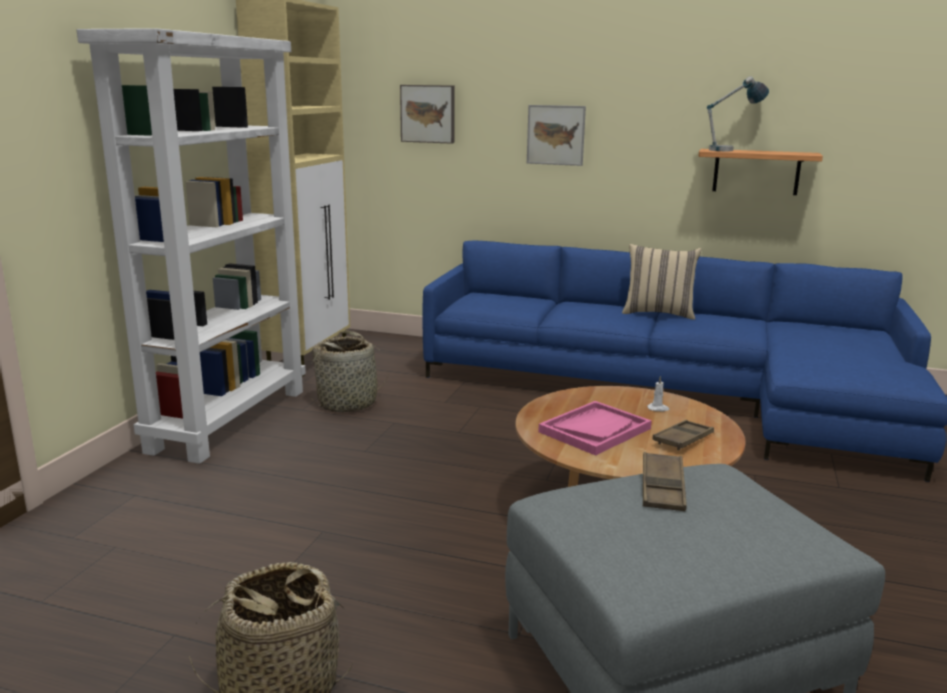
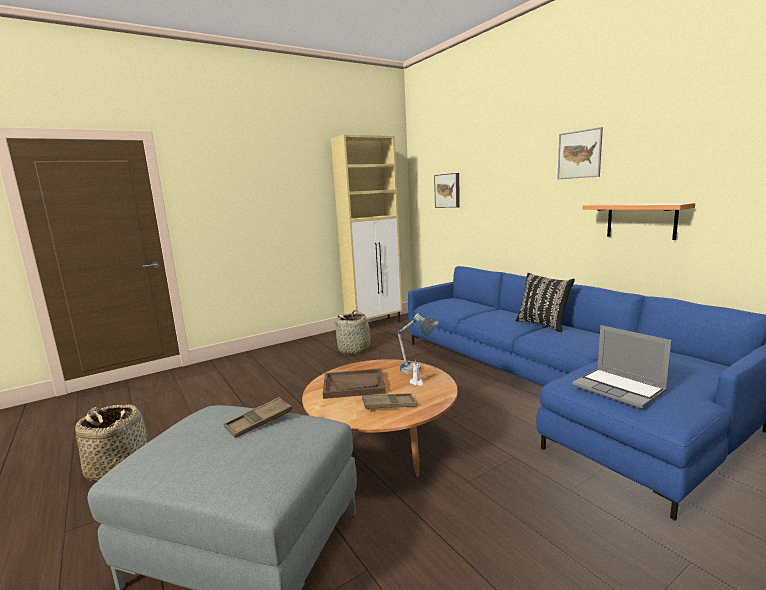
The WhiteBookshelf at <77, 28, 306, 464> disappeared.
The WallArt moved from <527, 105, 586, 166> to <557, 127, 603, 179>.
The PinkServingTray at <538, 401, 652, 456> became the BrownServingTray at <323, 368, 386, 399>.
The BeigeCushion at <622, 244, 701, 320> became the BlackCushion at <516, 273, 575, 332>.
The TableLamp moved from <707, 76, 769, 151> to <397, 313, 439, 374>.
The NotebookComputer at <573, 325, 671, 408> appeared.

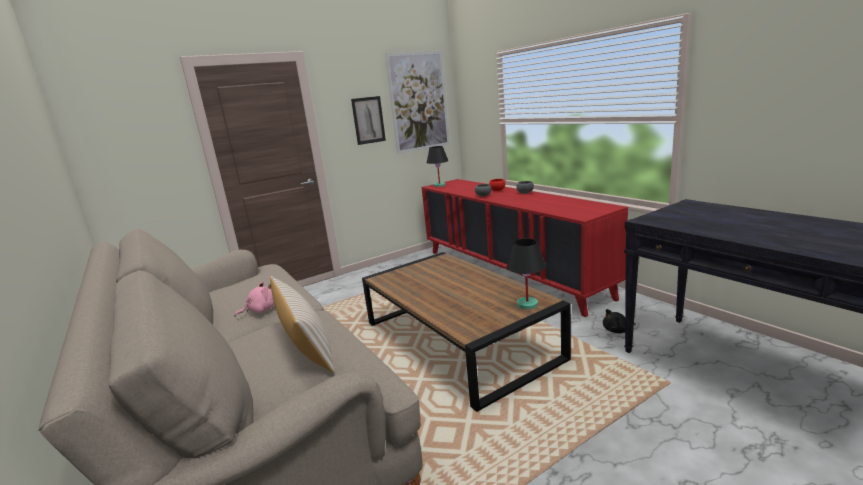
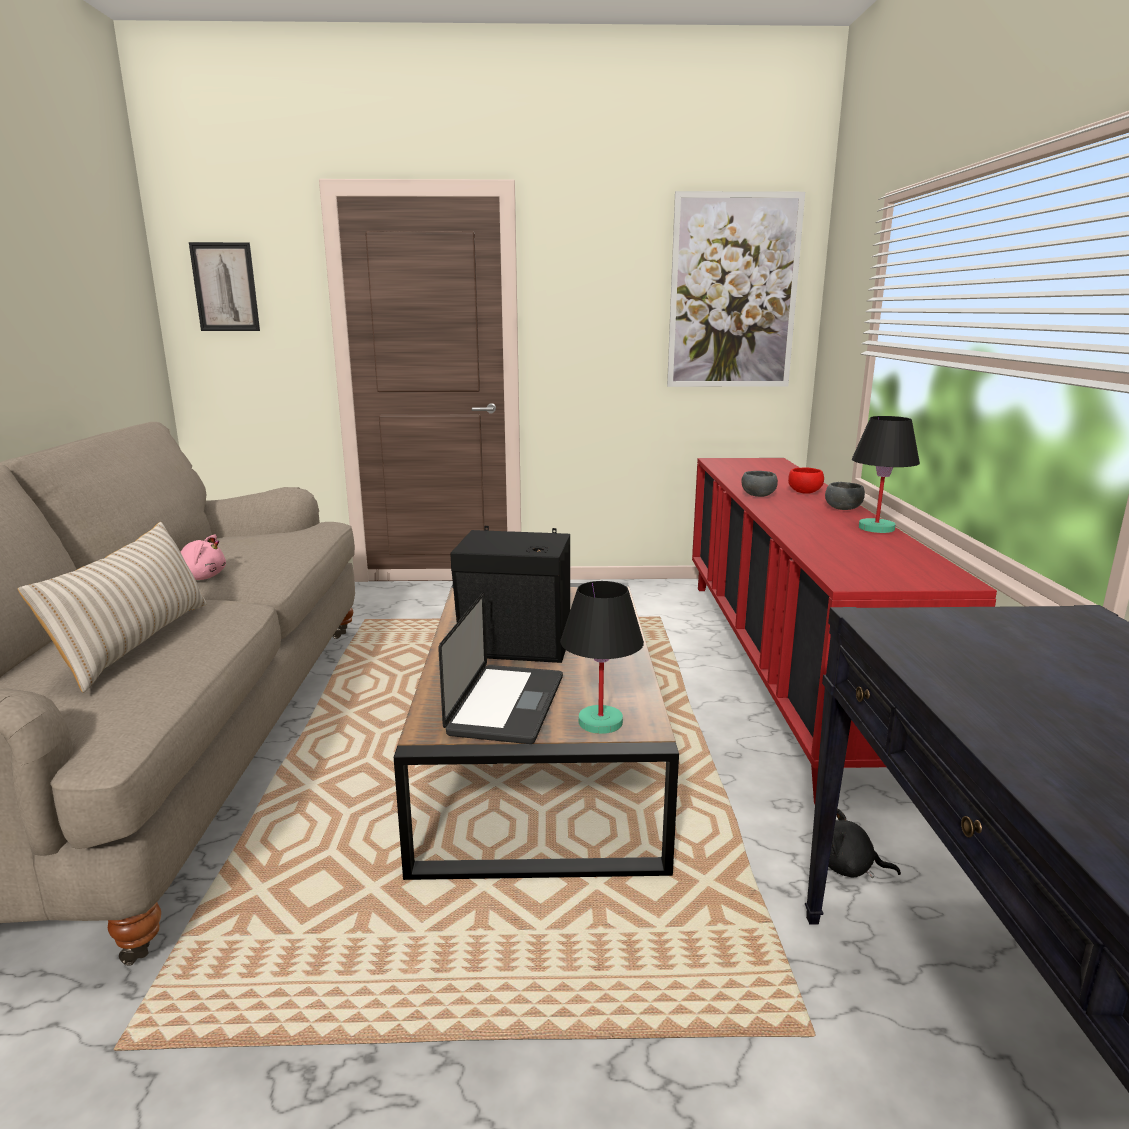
The WallArt moved from <351, 96, 386, 145> to <189, 242, 260, 331>.
The BlackTableLamp moved from <427, 146, 448, 187> to <852, 416, 920, 533>.
The NotebookComputer at <438, 592, 563, 744> appeared.
The BlackSpeaker at <450, 526, 570, 663> appeared.

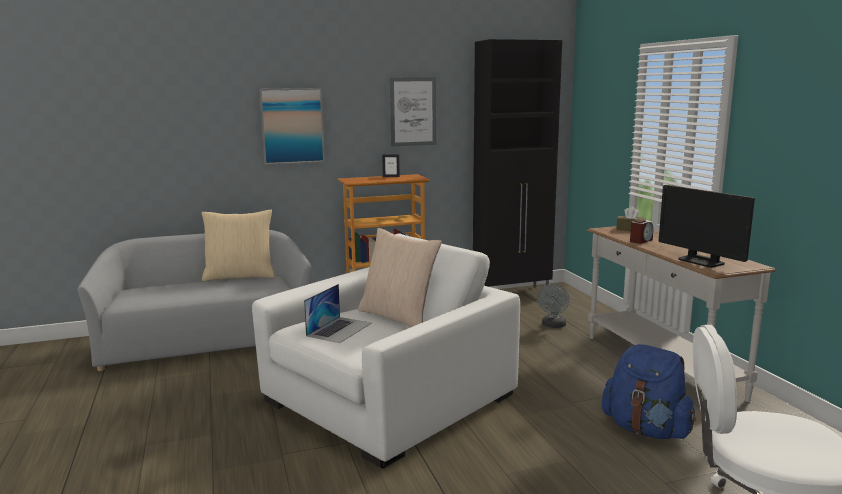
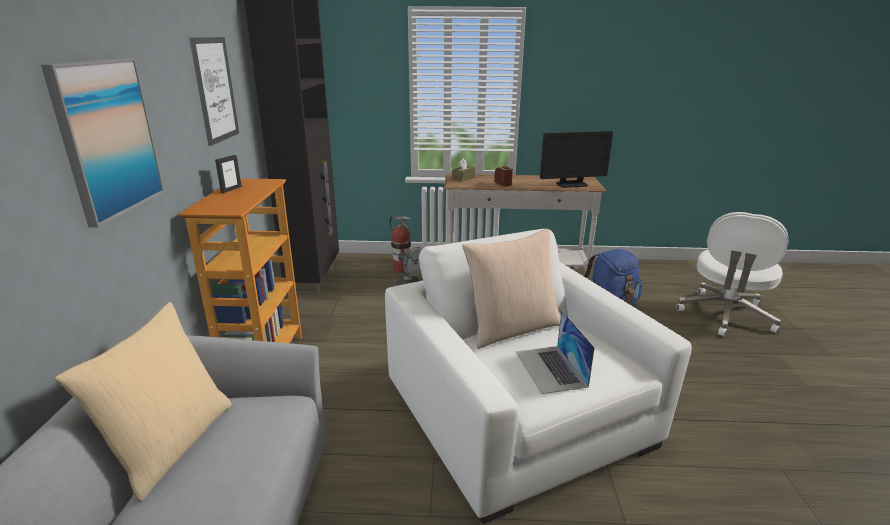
The NotebookComputer at <304, 284, 372, 343> turned 150 degrees counterclockwise.
The FireFightingCylinder at <390, 216, 412, 273> appeared.

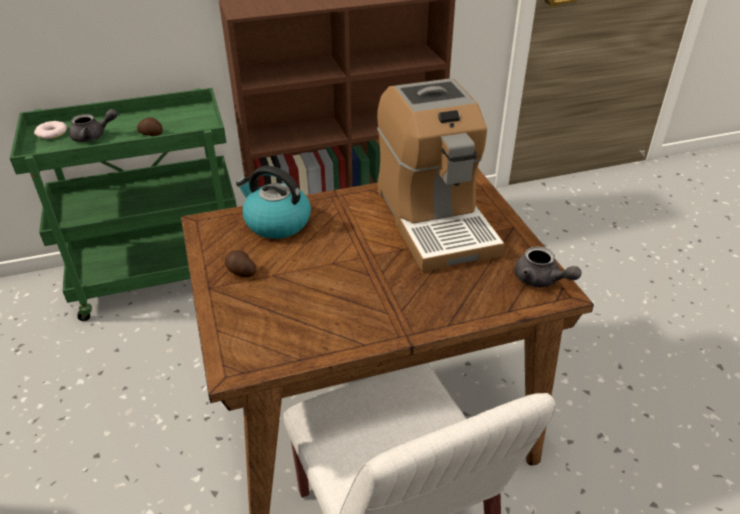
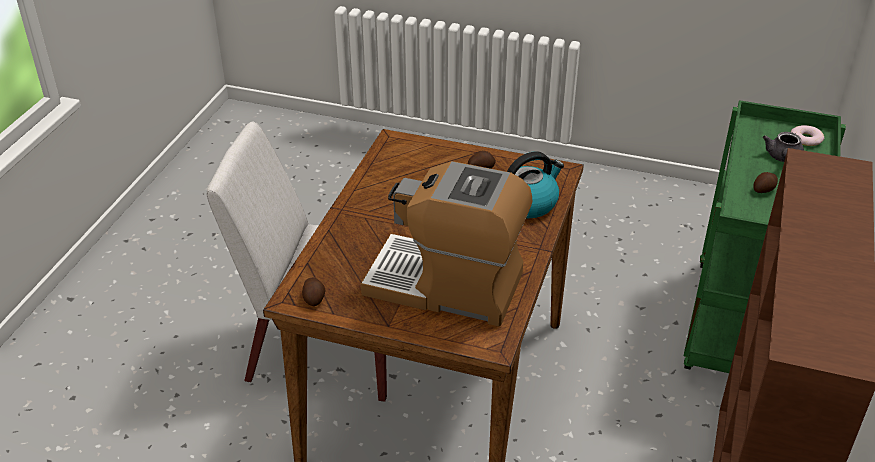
The GrayPotForTea at <514, 246, 581, 288> was replaced by the Potato at <302, 278, 325, 306>.

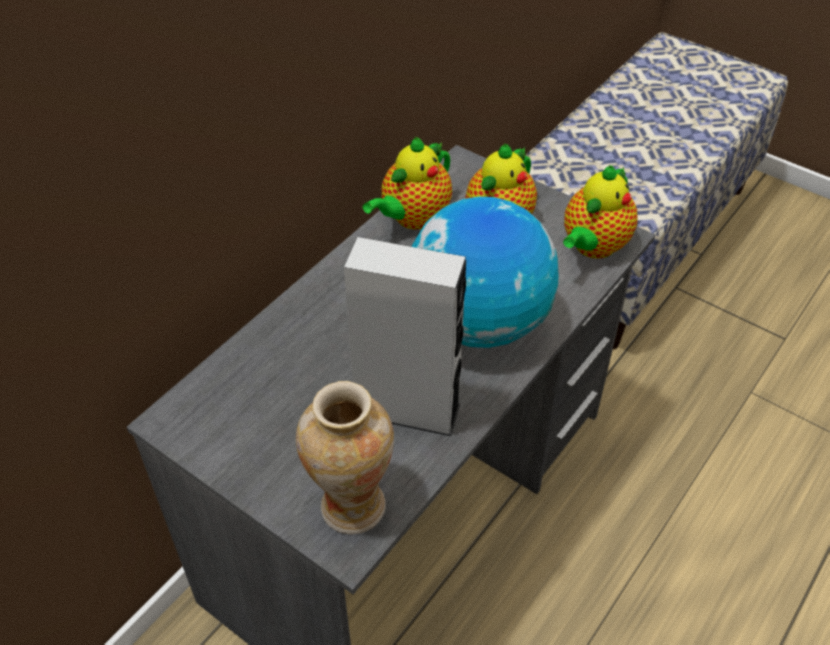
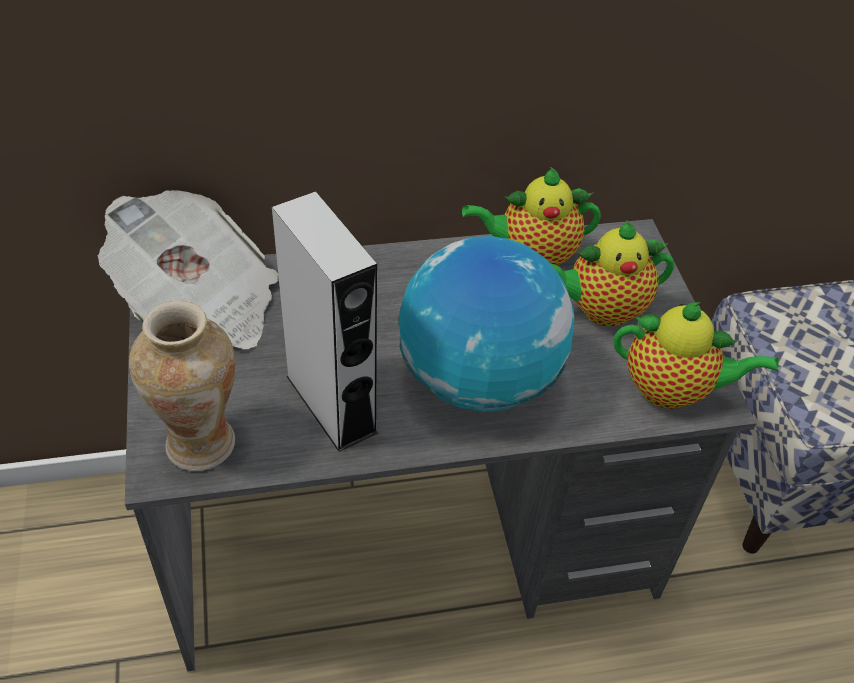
The PotForTea at <563, 165, 638, 259> turned 150 degrees counterclockwise.
The DailyPaper at <98, 190, 278, 349> appeared.

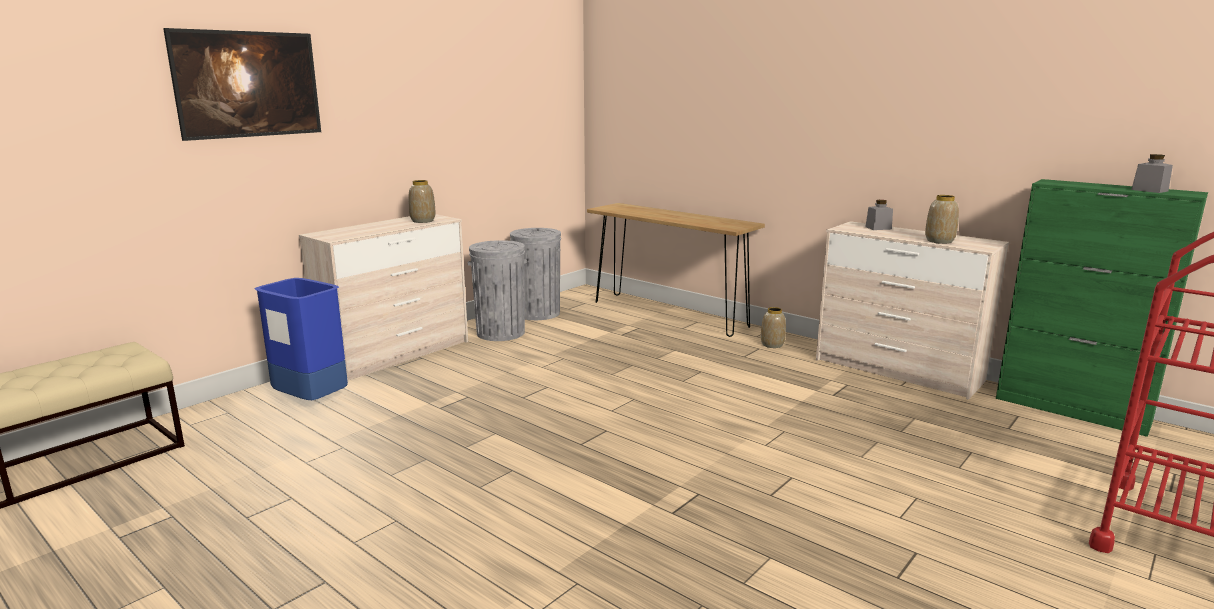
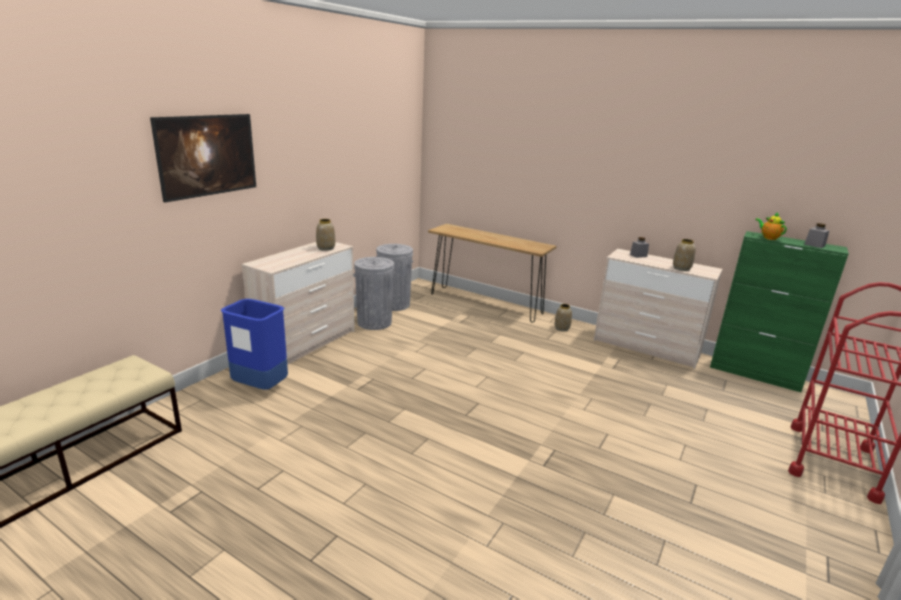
The PotForTea at <755, 212, 787, 240> appeared.

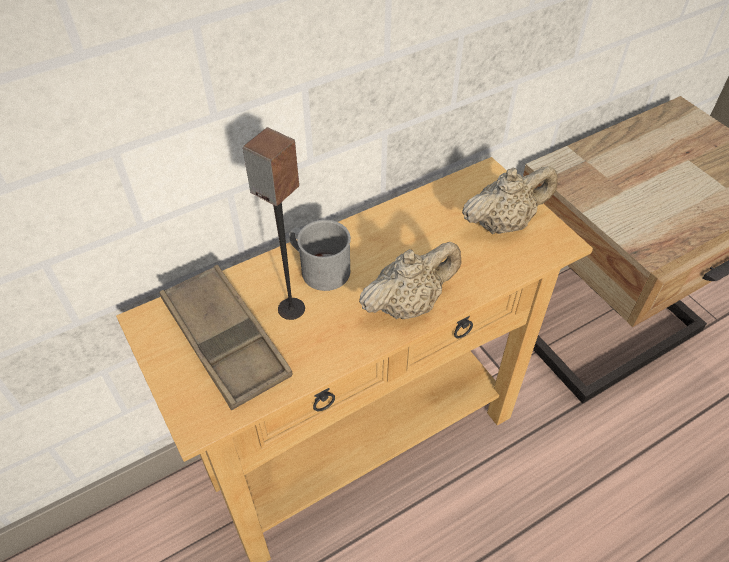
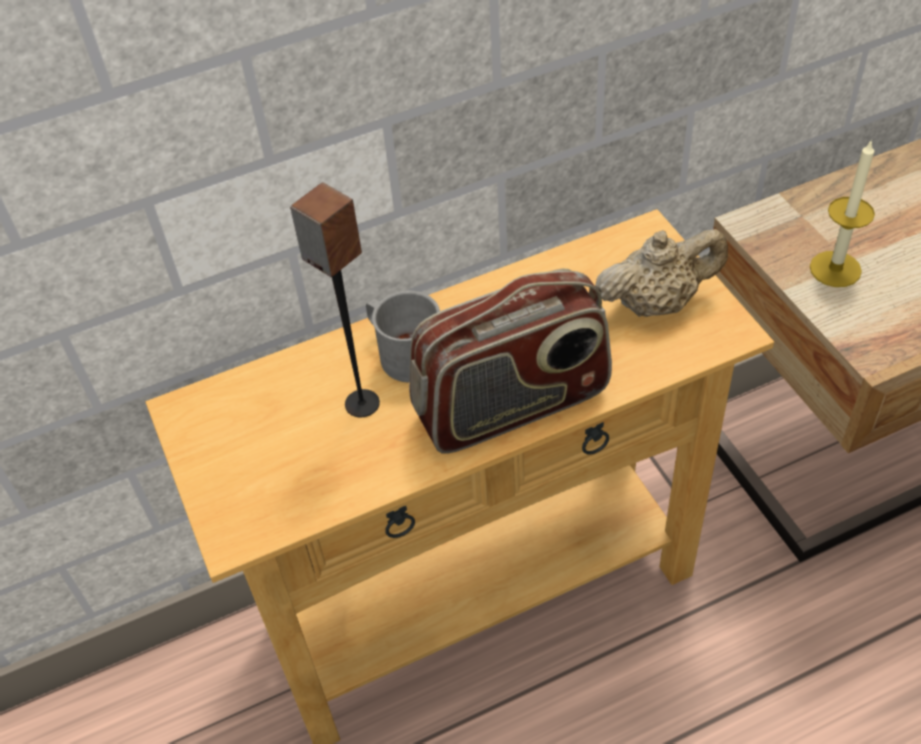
The BrownServingTray at <160, 265, 292, 410> disappeared.
The BeigePotForTea at <359, 242, 461, 319> was replaced by the RadioSet at <409, 269, 612, 454>.
The WaxCandle at <810, 139, 875, 287> appeared.

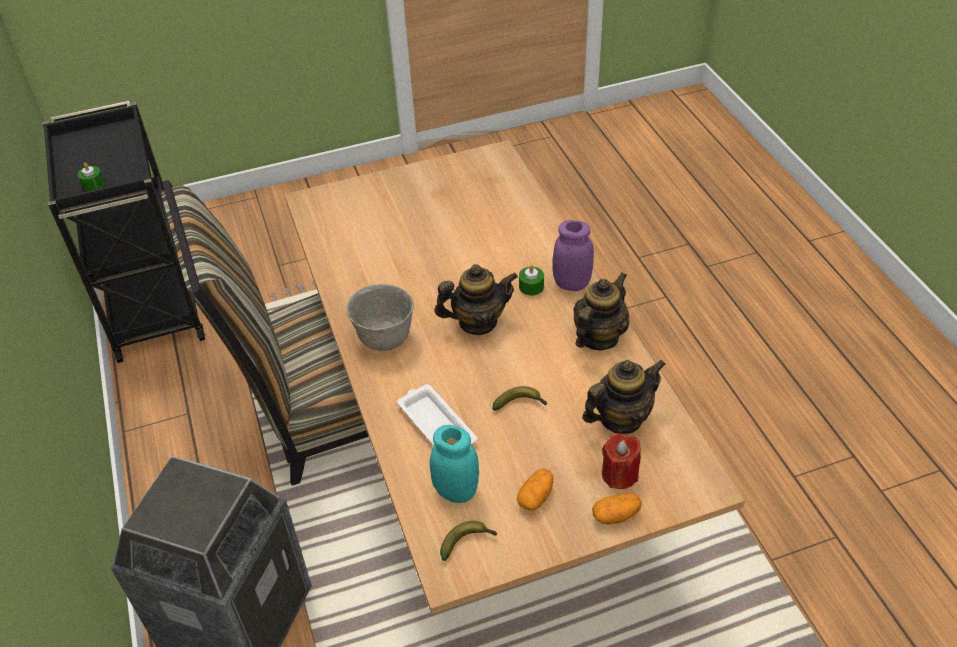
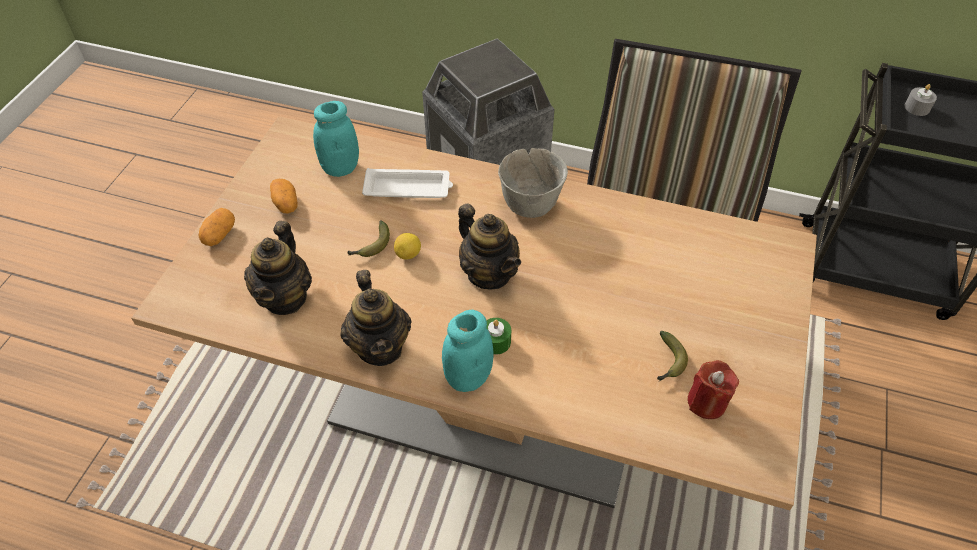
The GreenWaxCandle at <77, 163, 105, 191> became the GrayWaxCandle at <904, 84, 937, 116>.
The PotForTea at <434, 264, 518, 335> turned 60 degrees counterclockwise.
The BananaFruit moved from <440, 521, 498, 561> to <657, 331, 688, 382>.
The PurpleColouredJar at <553, 220, 594, 291> became the TurquoiseJar at <442, 310, 493, 392>.
The RedWaxCandle moved from <602, 433, 641, 489> to <687, 360, 739, 419>.
The Lemon at <394, 233, 421, 260> appeared.

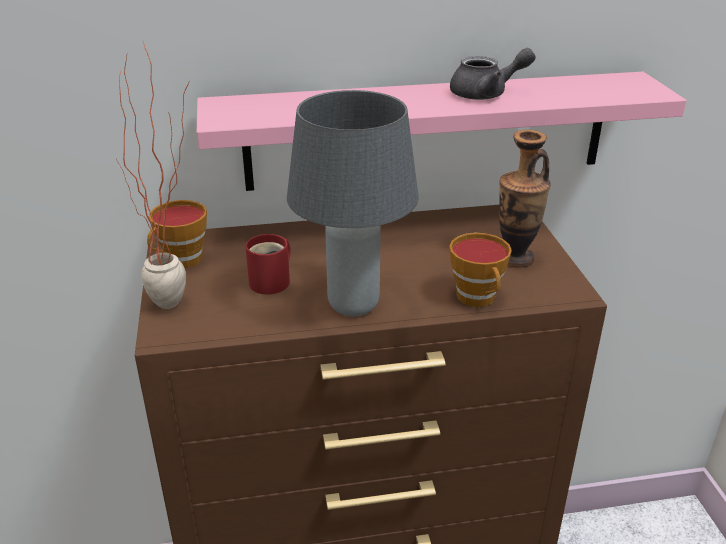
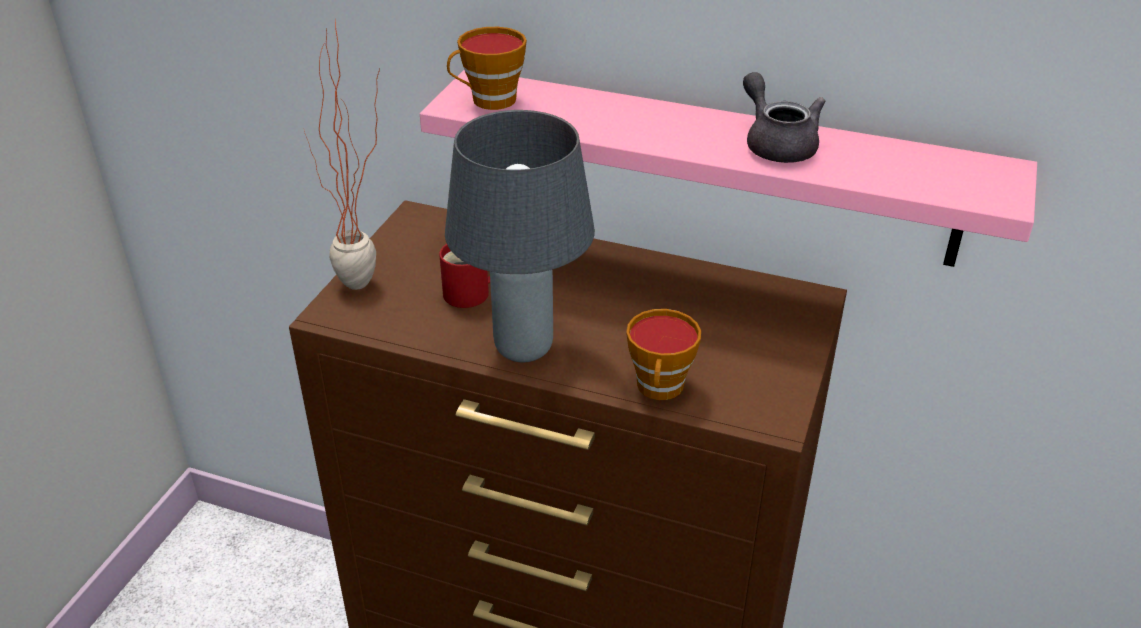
The Cup moved from <147, 200, 207, 268> to <447, 27, 527, 110>.
The GrayPotForTea at <450, 48, 535, 100> turned 135 degrees counterclockwise.
The FlowerVase at <499, 130, 551, 268> disappeared.

